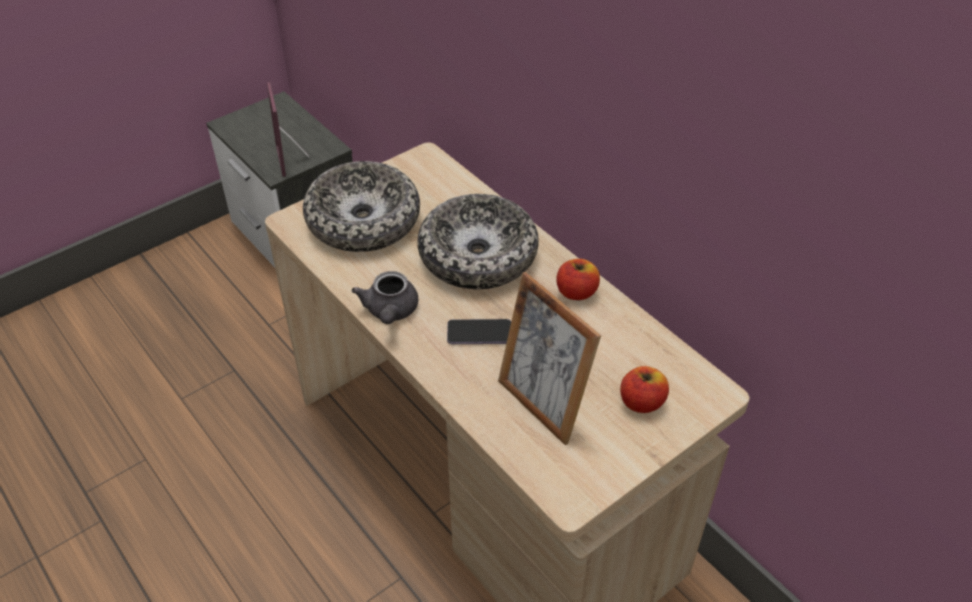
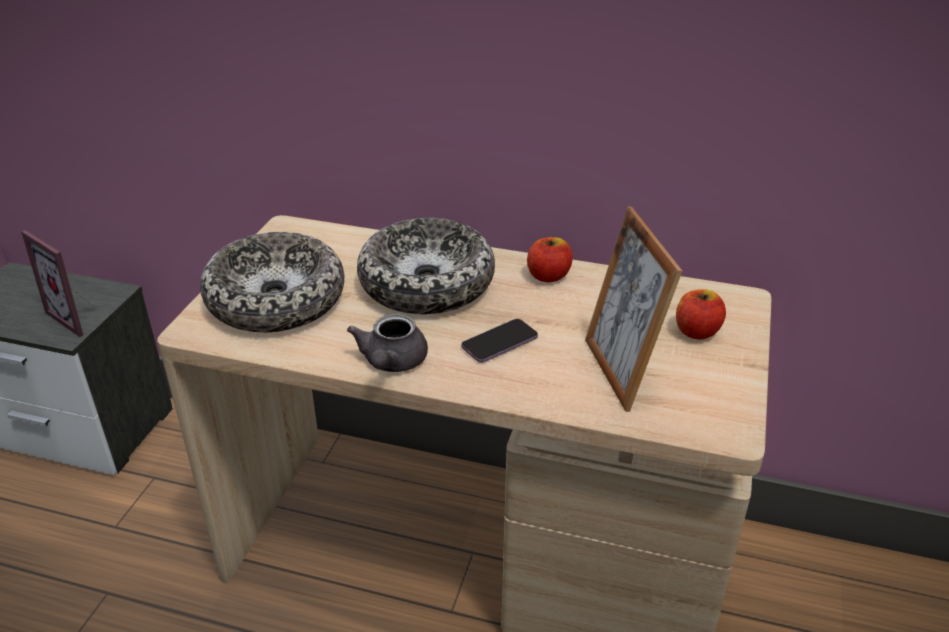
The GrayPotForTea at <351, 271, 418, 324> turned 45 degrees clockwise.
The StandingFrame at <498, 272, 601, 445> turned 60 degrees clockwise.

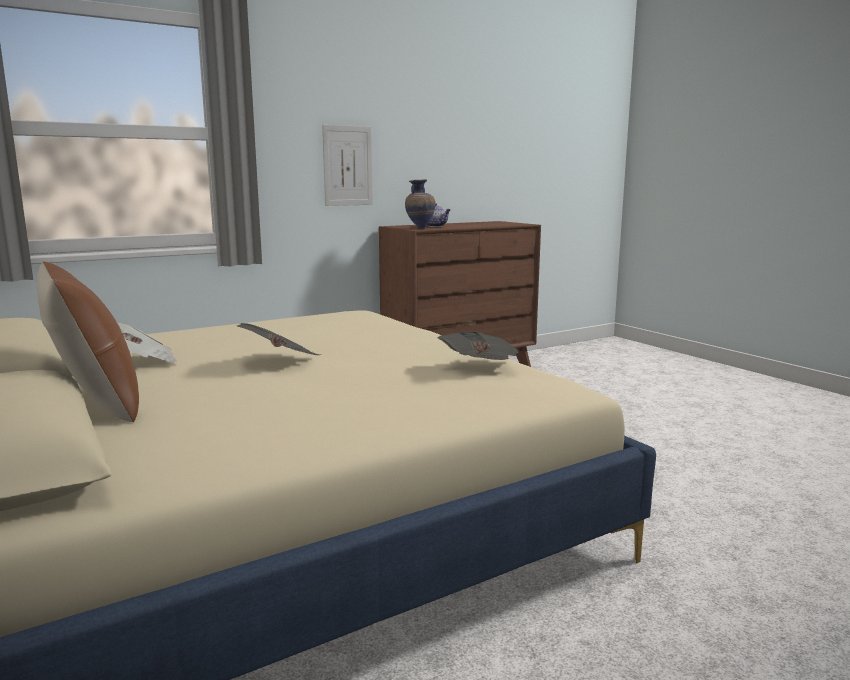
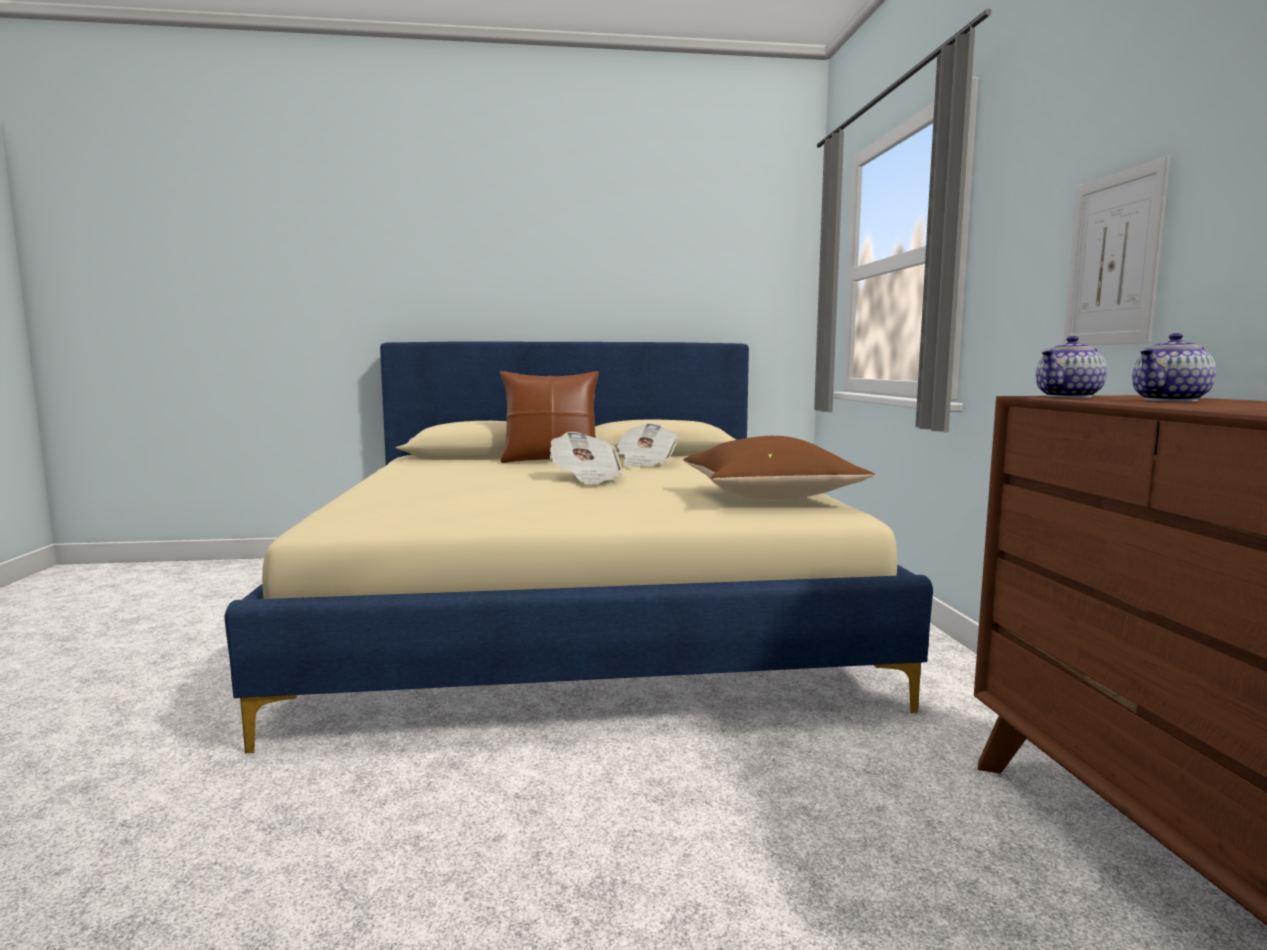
The FlowerVase at <405, 179, 435, 229> was replaced by the PotForTea at <1036, 336, 1107, 398>.
The DailyPaper at <438, 332, 519, 360> disappeared.
The BrownCushion at <684, 436, 875, 501> appeared.

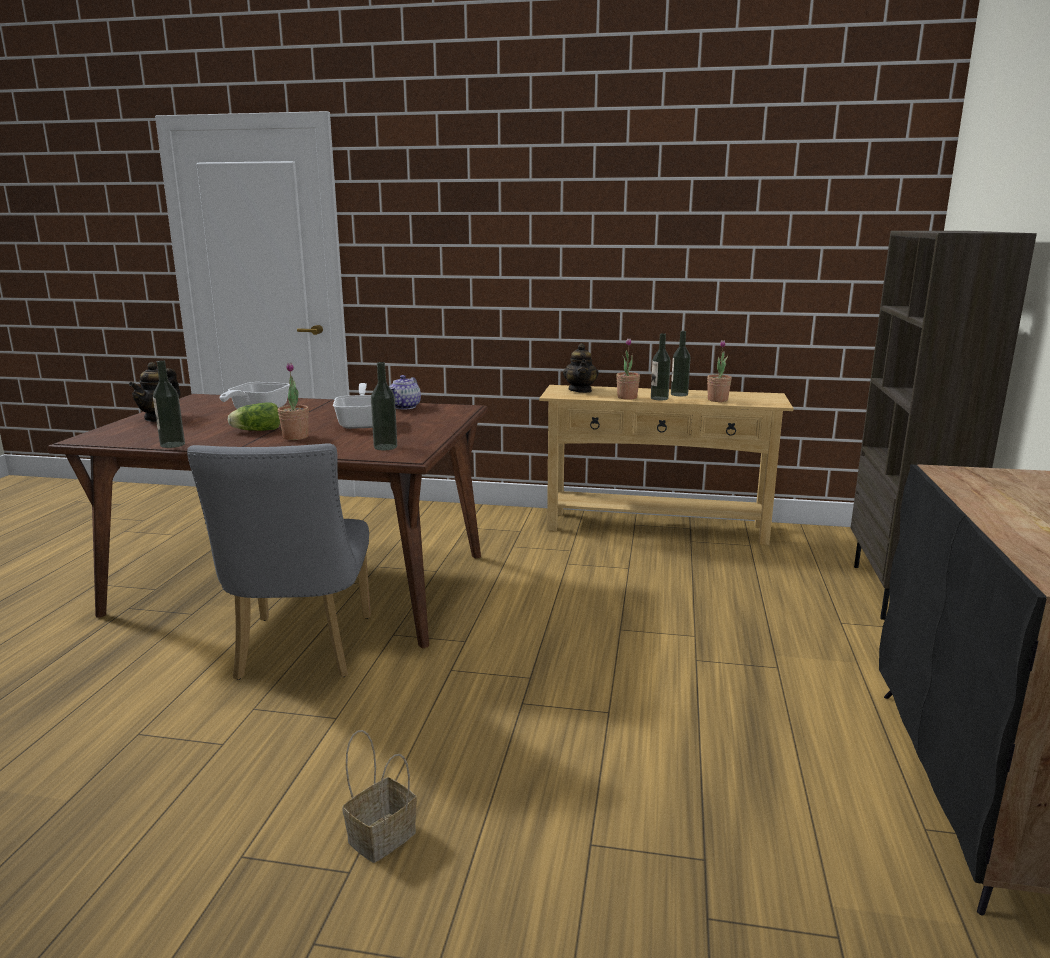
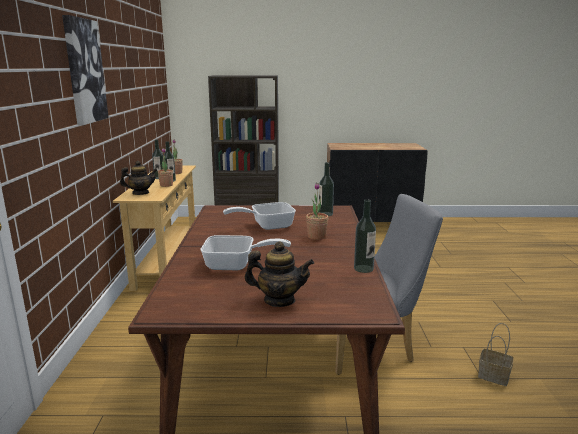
The LettuceHead at <228, 403, 280, 431> disappeared.
The StorageBasket moved from <342, 730, 417, 863> to <478, 323, 514, 386>.
The PotForTea at <390, 375, 421, 410> disappeared.
The WallArt at <62, 15, 109, 125> appeared.

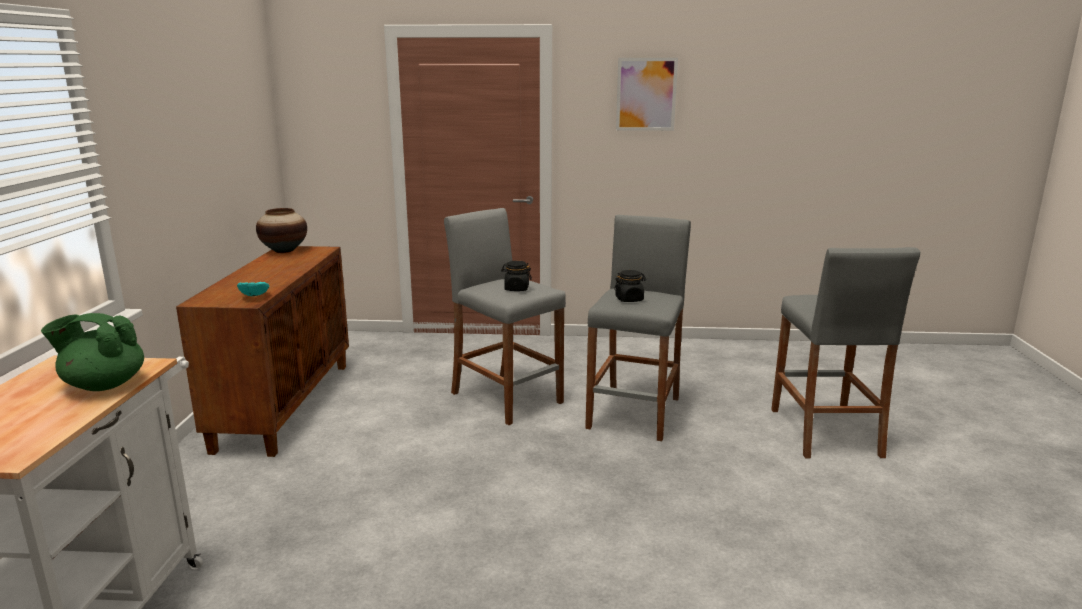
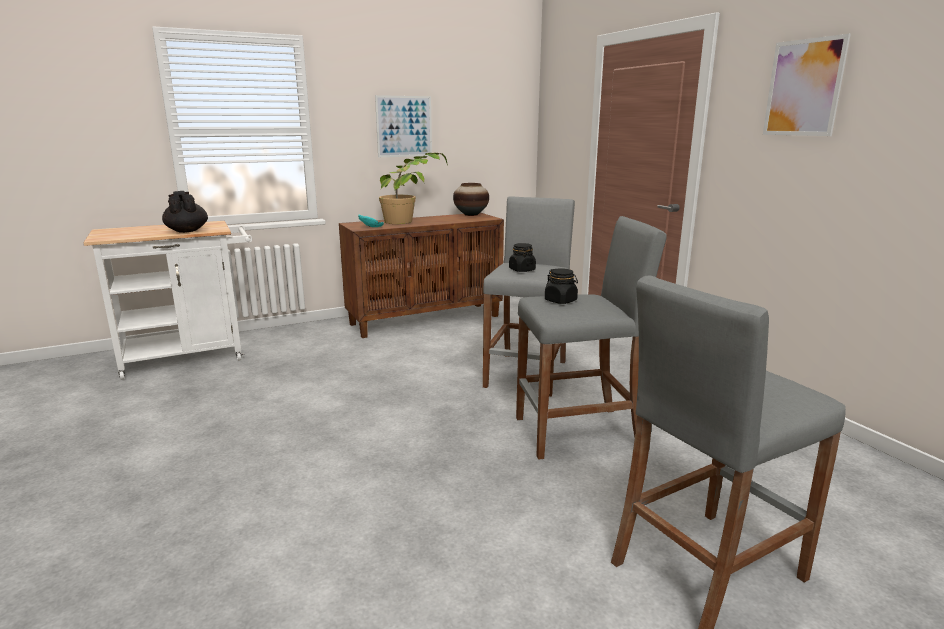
The GreenPotForTea at <41, 313, 144, 391> became the BlackPotForTea at <162, 191, 208, 233>.
The WallArt at <375, 95, 432, 157> appeared.
The PottedPlant at <379, 153, 448, 224> appeared.

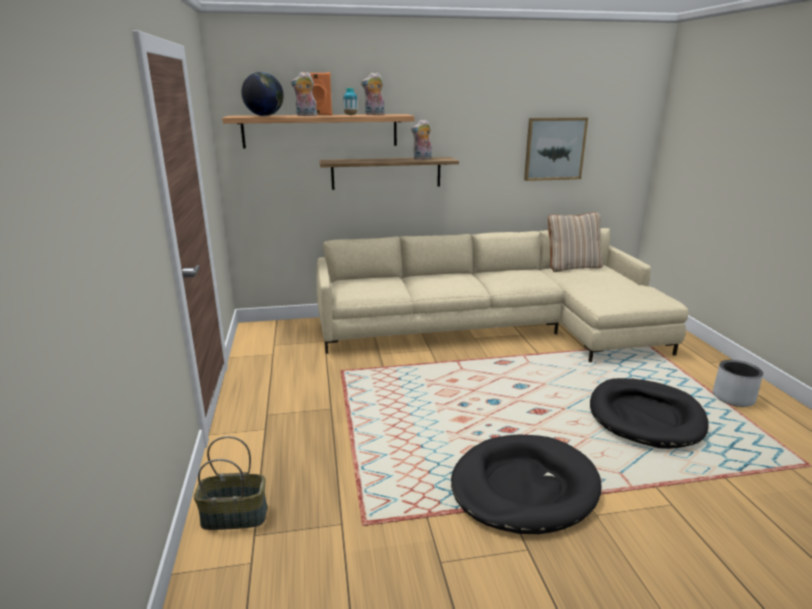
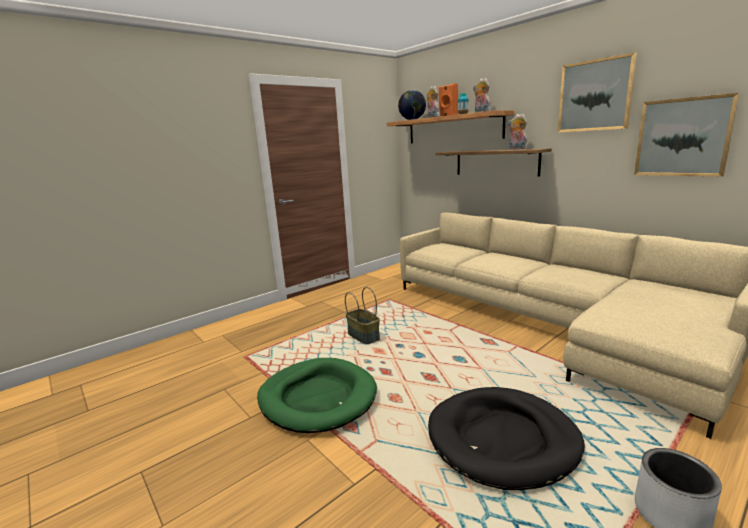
The StorageBasket moved from <194, 436, 267, 530> to <345, 287, 380, 344>.
The BlackDogBed at <451, 435, 602, 534> became the GreenDogBed at <257, 358, 377, 433>.
The BeigeCushion at <548, 212, 603, 272> disappeared.
The WallArt at <558, 52, 637, 133> appeared.

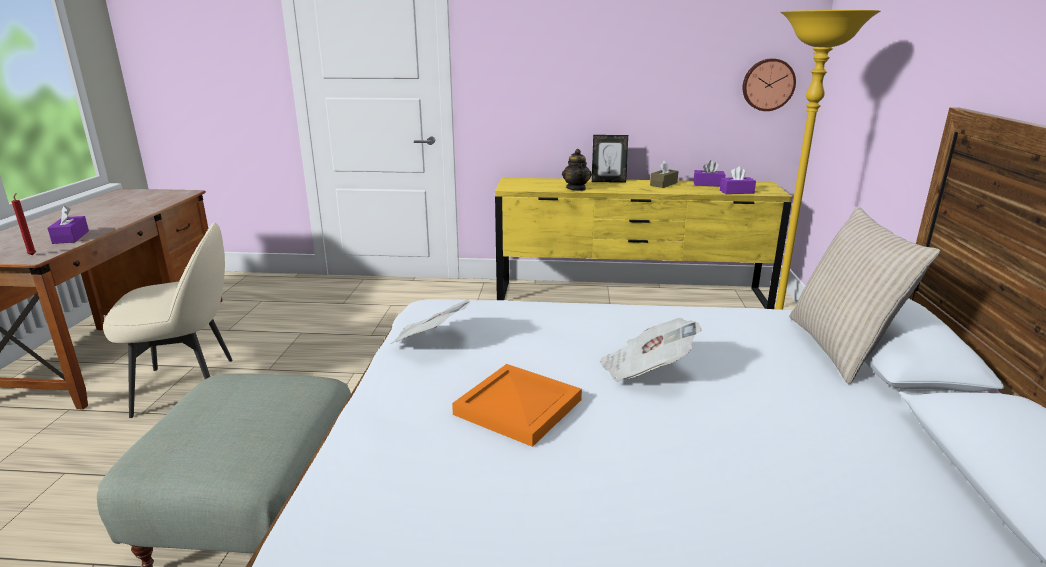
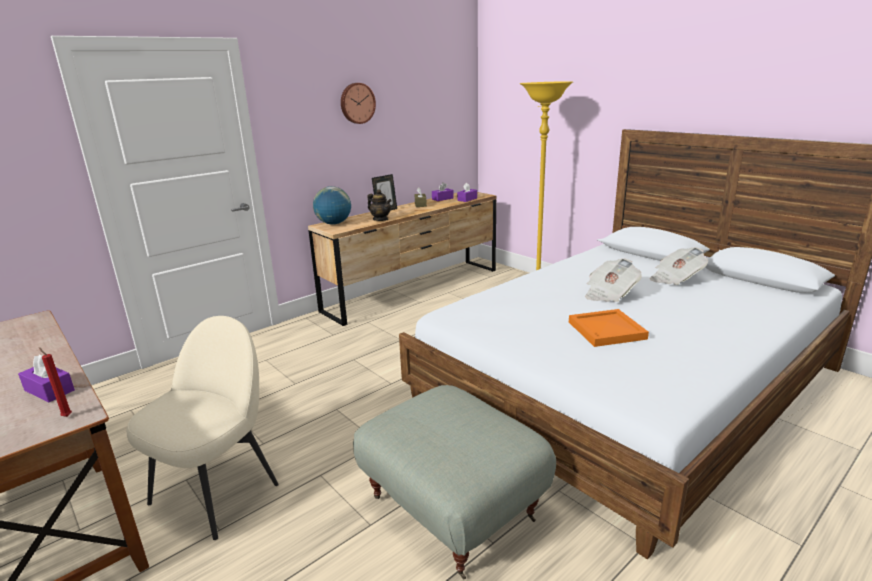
The DailyPaper moved from <390, 299, 470, 344> to <650, 248, 708, 285>.
The YellowDresser at <495, 178, 792, 309> became the BrownDresser at <308, 192, 496, 326>.
The ClockOnTheWall moved from <743, 59, 796, 111> to <341, 83, 376, 124>.
The BeigeCushion at <789, 206, 940, 384> disappeared.
The WorldGlobe at <313, 186, 351, 225> appeared.

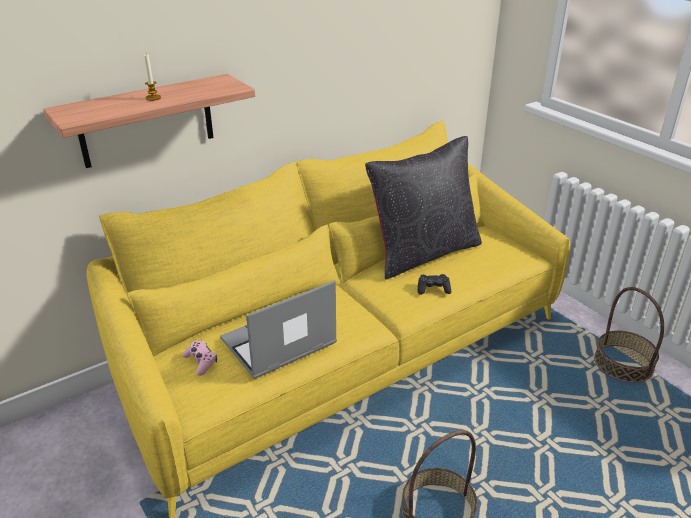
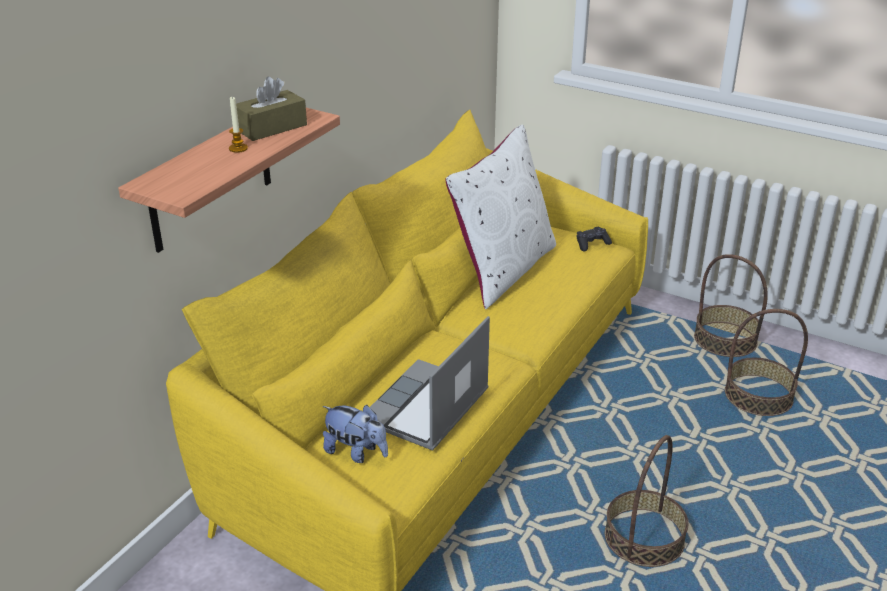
The PinkJoypad at <182, 340, 217, 376> was replaced by the SoftToy at <323, 405, 388, 463>.
The BlackCushion at <365, 136, 482, 280> became the WhiteCushion at <445, 125, 556, 309>.
The BlackJoypad moved from <418, 274, 451, 295> to <576, 227, 612, 251>.
The BrownTissueBox at <236, 77, 307, 141> appeared.
The StorageBasket at <725, 309, 808, 416> appeared.

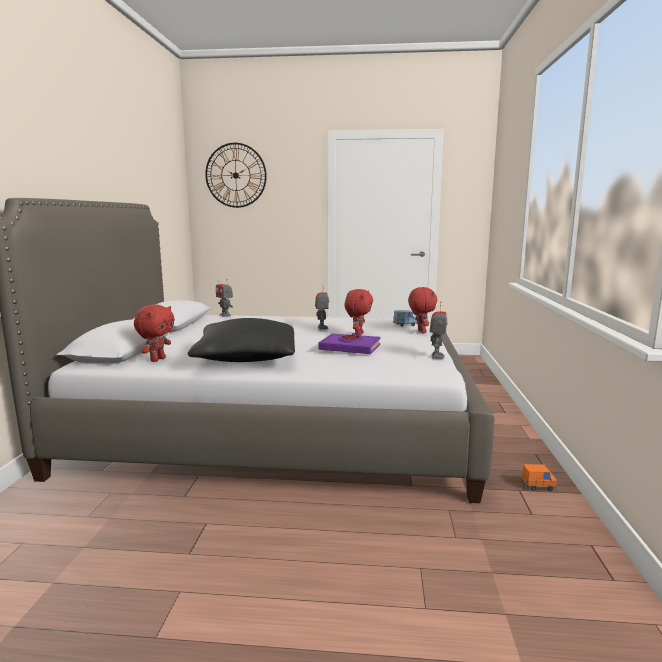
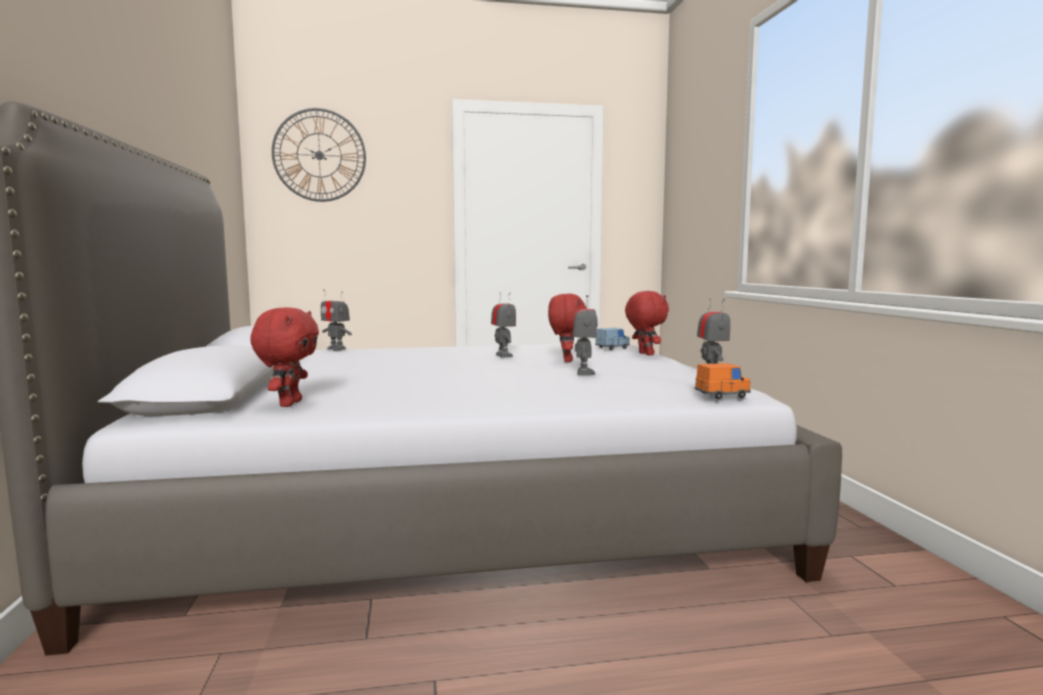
The BlackCushion at <188, 318, 295, 362> disappeared.
The PurpleColouredBook at <318, 333, 380, 354> was replaced by the ModelRobot at <573, 295, 598, 376>.
The OrangeyMiniatureCar moved from <521, 464, 557, 491> to <695, 363, 751, 400>.

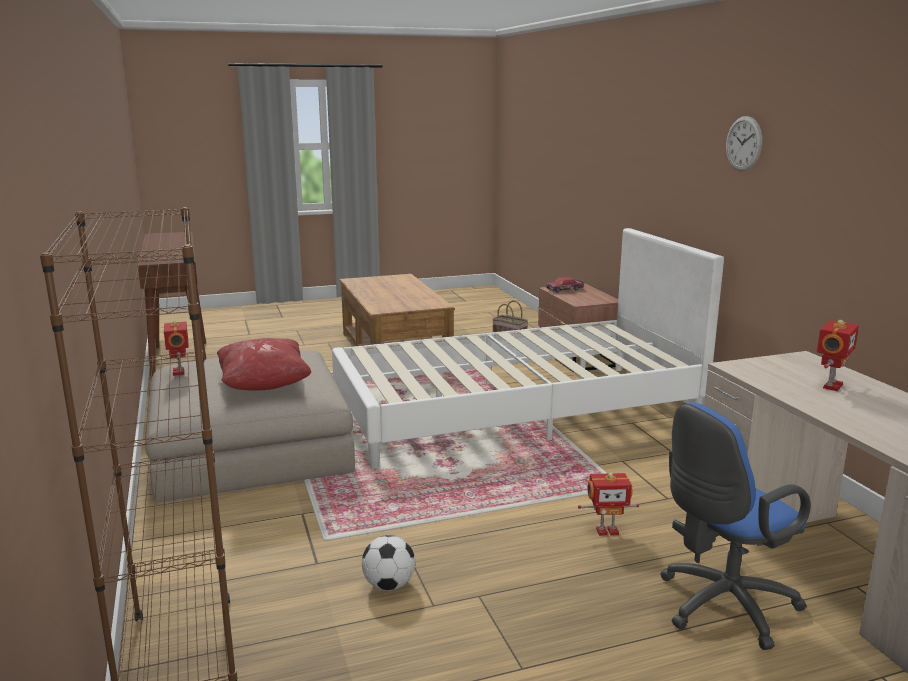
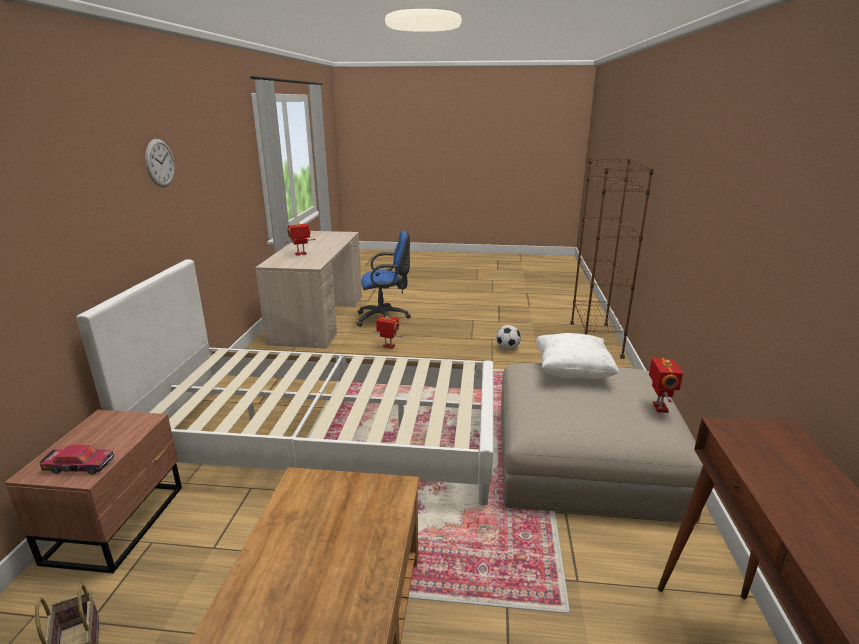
The RedCushion at <217, 338, 311, 391> became the WhiteCushion at <536, 333, 619, 379>.

